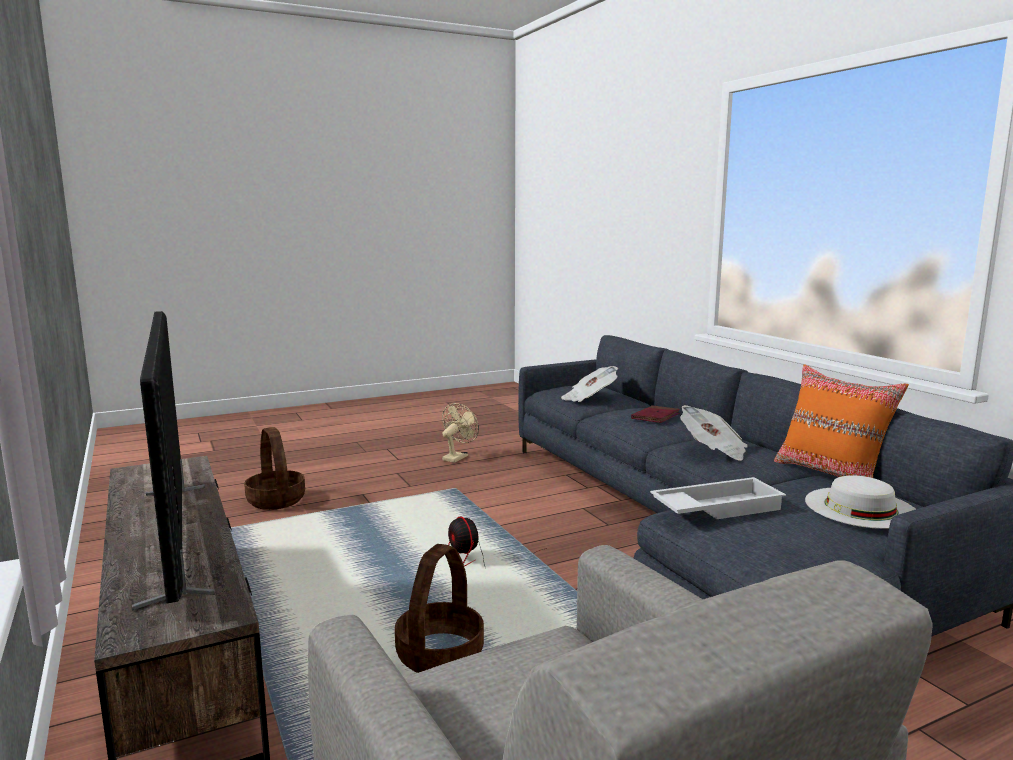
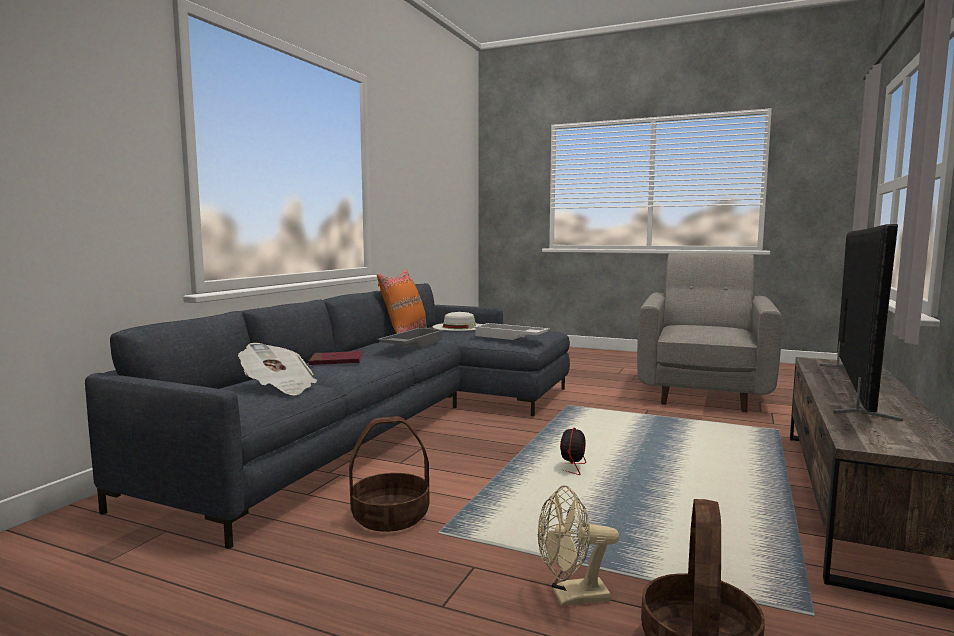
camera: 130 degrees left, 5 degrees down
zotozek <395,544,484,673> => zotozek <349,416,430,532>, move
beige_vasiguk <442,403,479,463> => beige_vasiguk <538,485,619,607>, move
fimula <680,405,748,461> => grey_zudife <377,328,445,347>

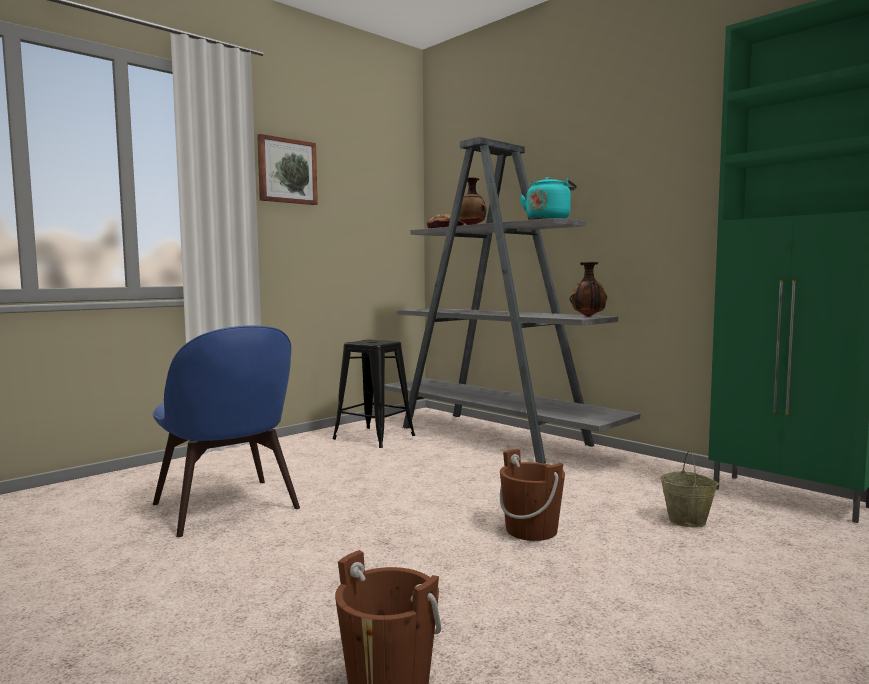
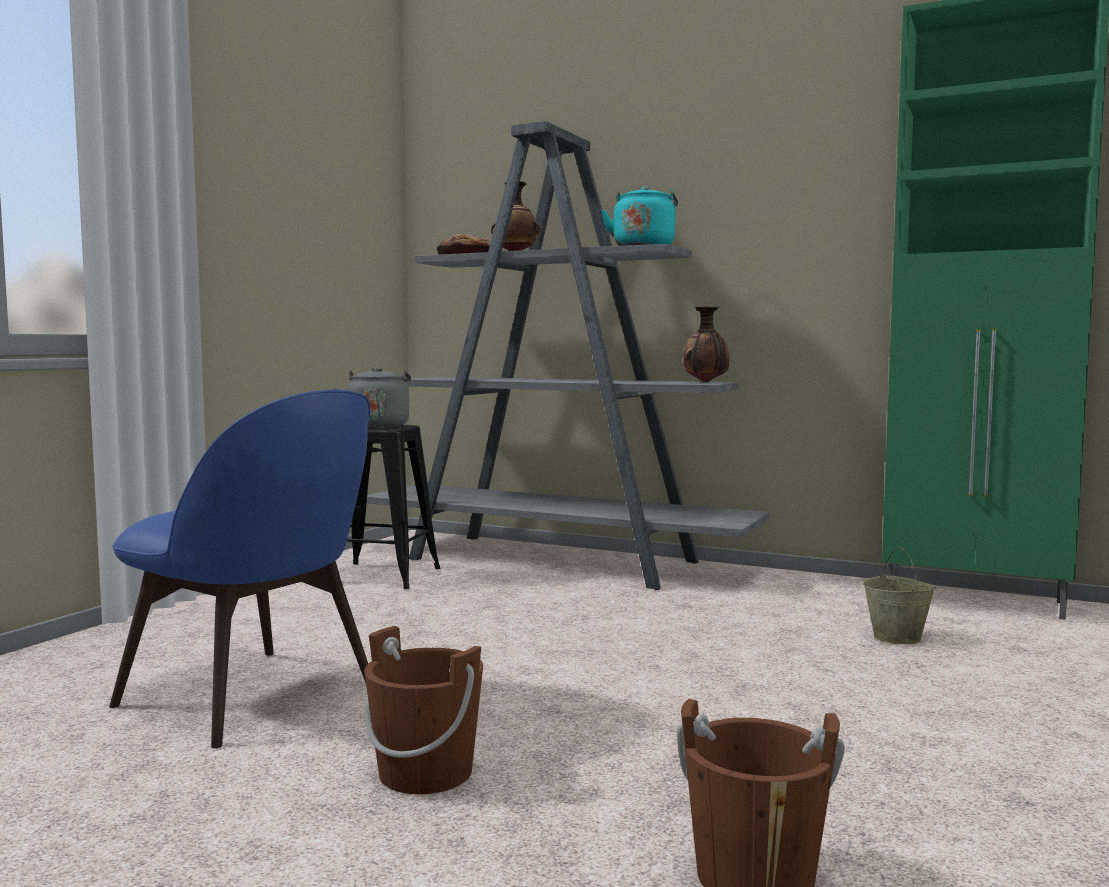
camera: 20 degrees left, 0 degrees up
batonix <257,134,318,205> => nothing
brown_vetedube <500,449,565,541> => brown_vetedube <364,626,483,794>, move
nothing => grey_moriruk <333,366,411,428>

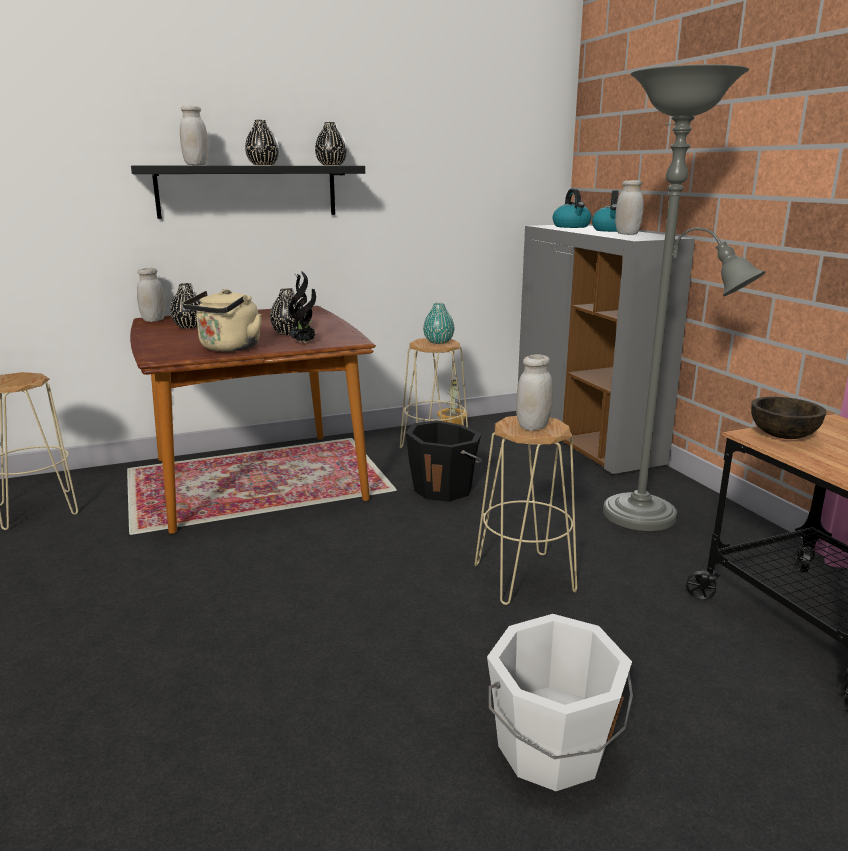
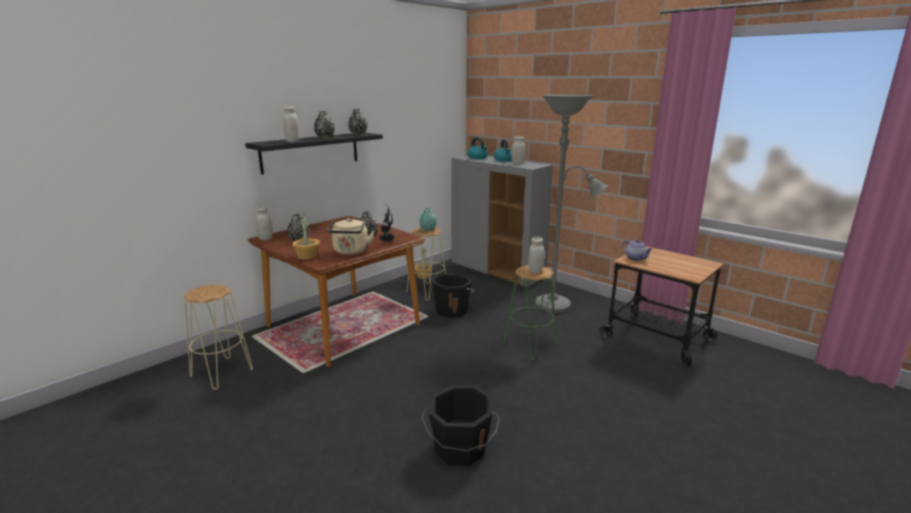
camera: 25 degrees left, 0 degrees up
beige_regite <474,416,577,605> => green_regite <503,265,557,360>
white_vetedube <487,614,633,791> => nothing
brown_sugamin <751,397,826,439> => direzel <622,240,652,261>
nothing => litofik <292,214,320,260>
nothing => black_vetedube <421,385,500,465>

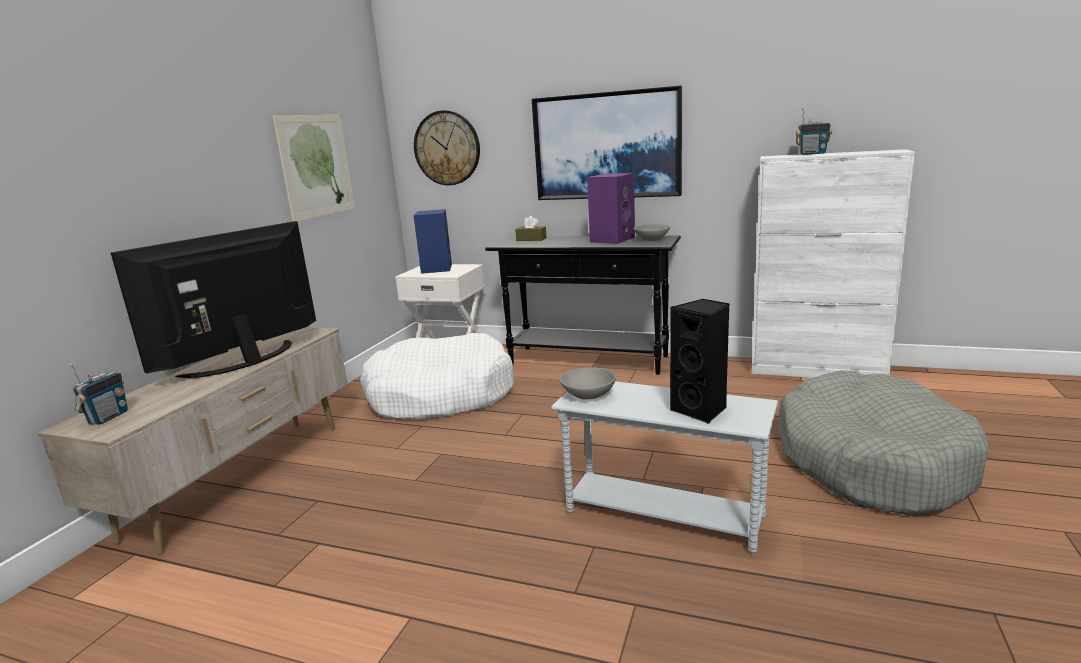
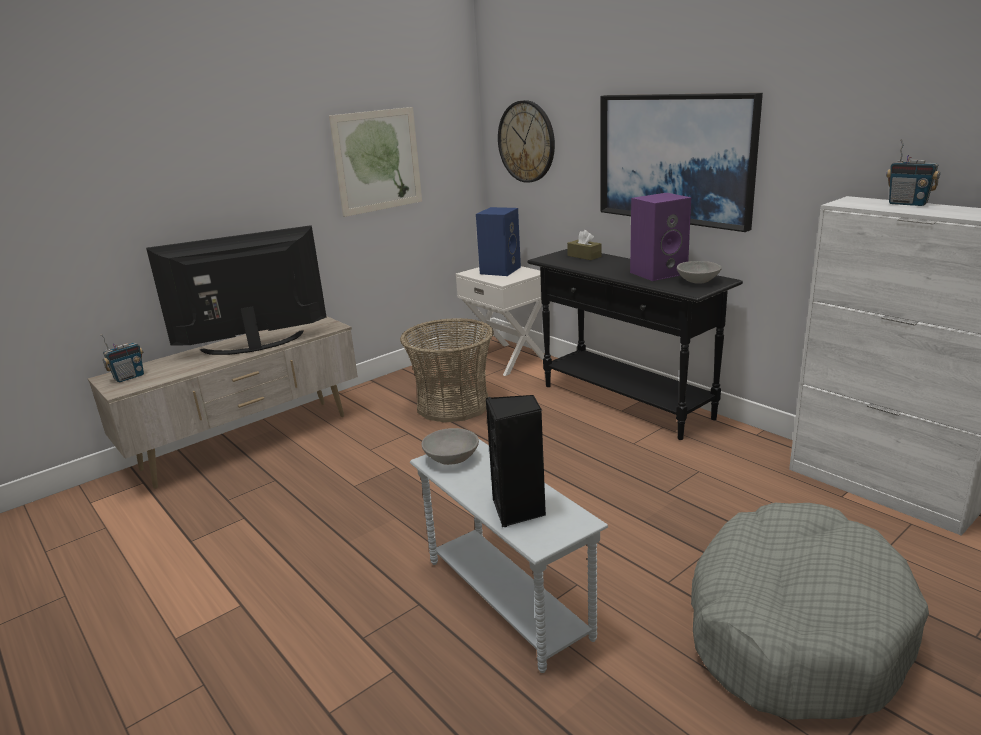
camera: 30 degrees right, 5 degrees up
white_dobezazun <360,333,514,420> => zotozek <400,318,494,423>

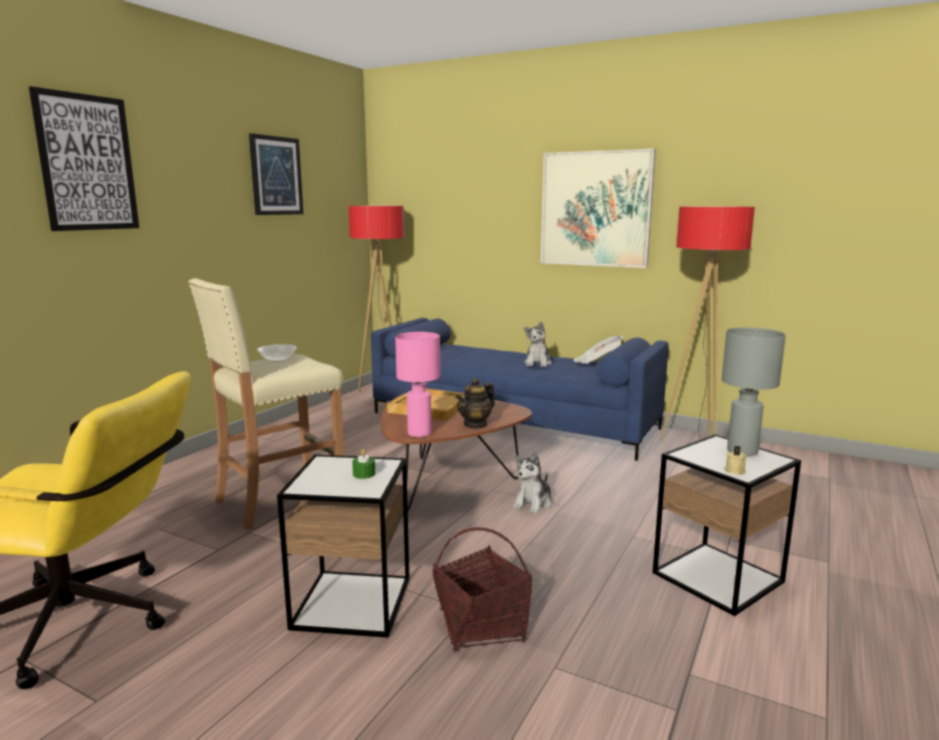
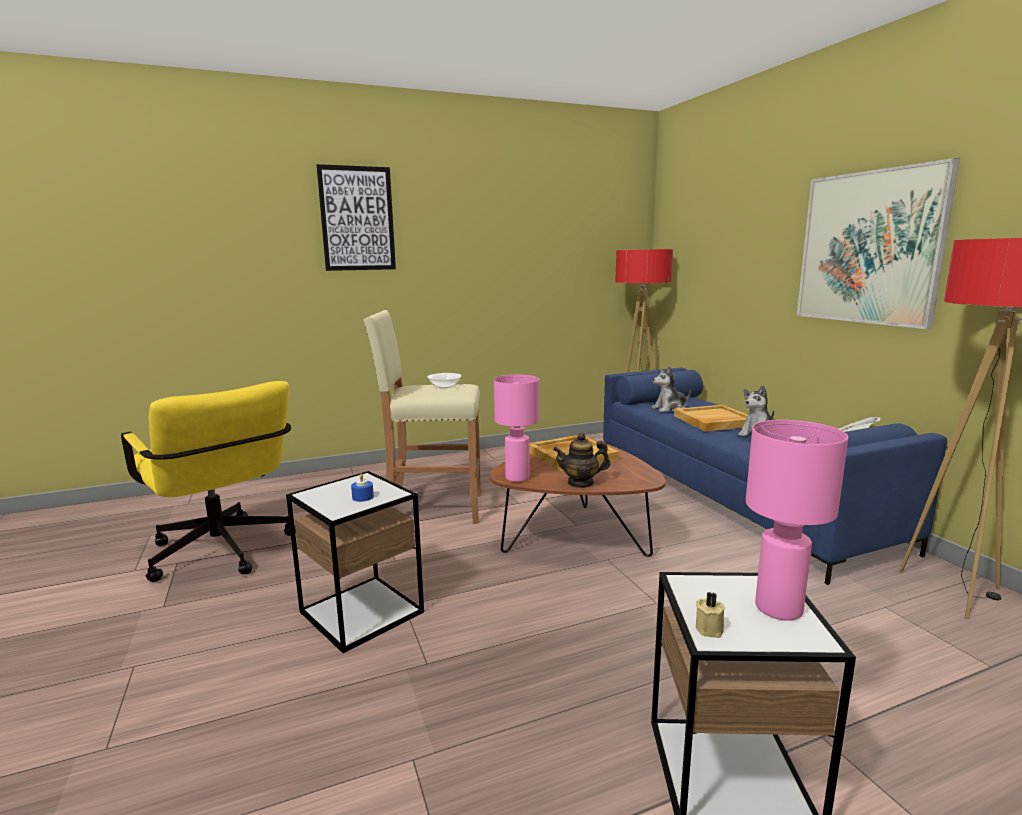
camera: 40 degrees right, 0 degrees up
batonix <249,133,303,215> => nothing
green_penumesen <352,449,375,479> => blue_penumesen <351,474,374,502>
zotozek <432,527,532,651> => nothing
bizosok <513,452,552,514> => bizosok <651,366,691,412>, move
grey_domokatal <722,327,786,456> => pink_domokatal <746,420,848,621>
nothing => beige_zudife <674,405,748,431>

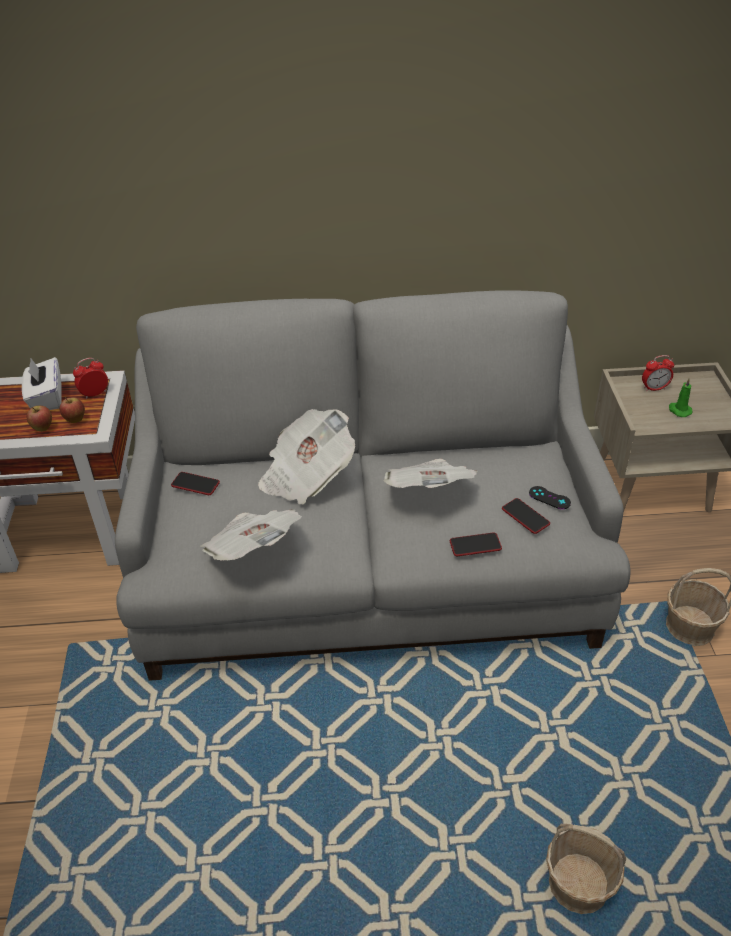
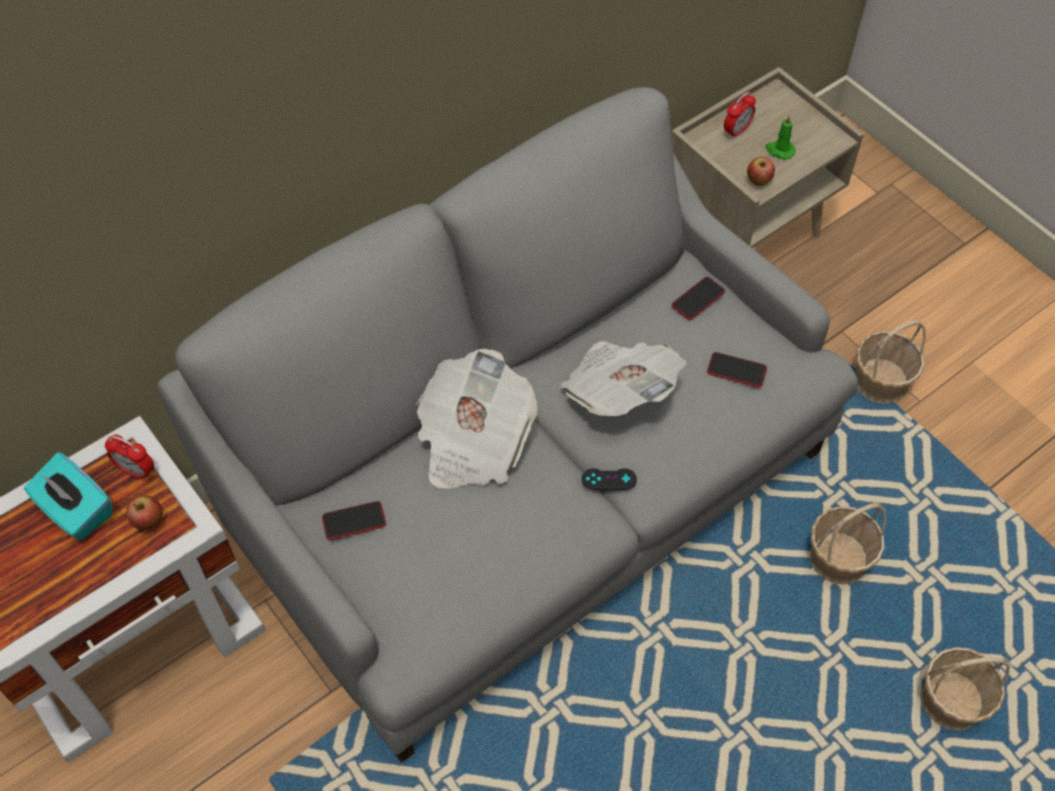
camera: 35 degrees left, 15 degrees up
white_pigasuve <22,357,62,410> => turquoise_pigasuve <24,452,112,541>
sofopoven <26,406,52,432> => sofopoven <747,157,775,186>, move
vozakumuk <73,358,108,399> => vozakumuk <105,435,154,480>, 90 degrees counterclockwise
fimula <200,509,302,561> => nothing
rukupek <450,532,502,556> => rukupek <671,277,725,320>, move
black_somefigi <529,486,571,509> => black_somefigi <582,468,637,490>, move
nothing => zotozek <810,503,887,585>

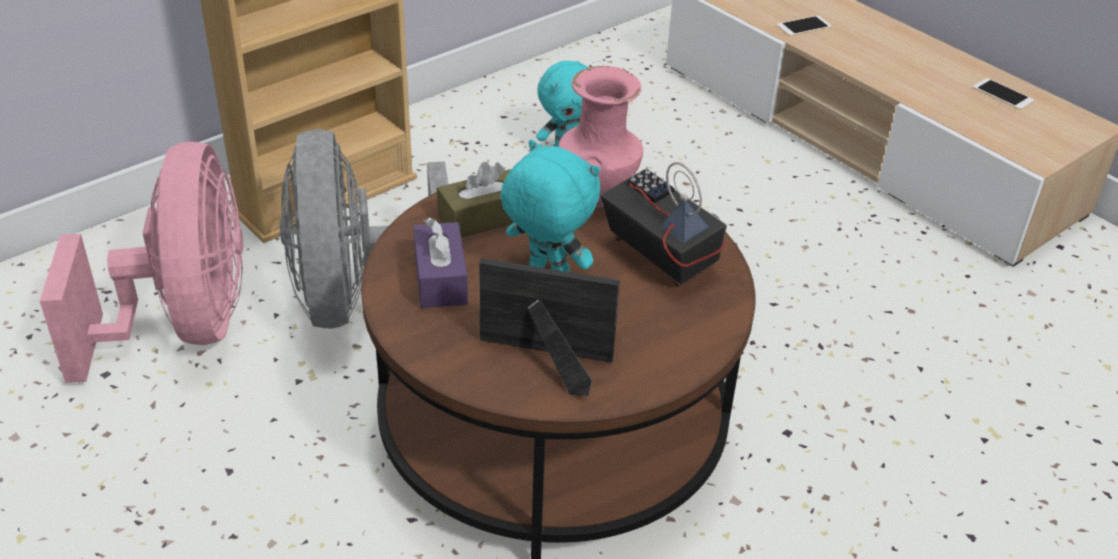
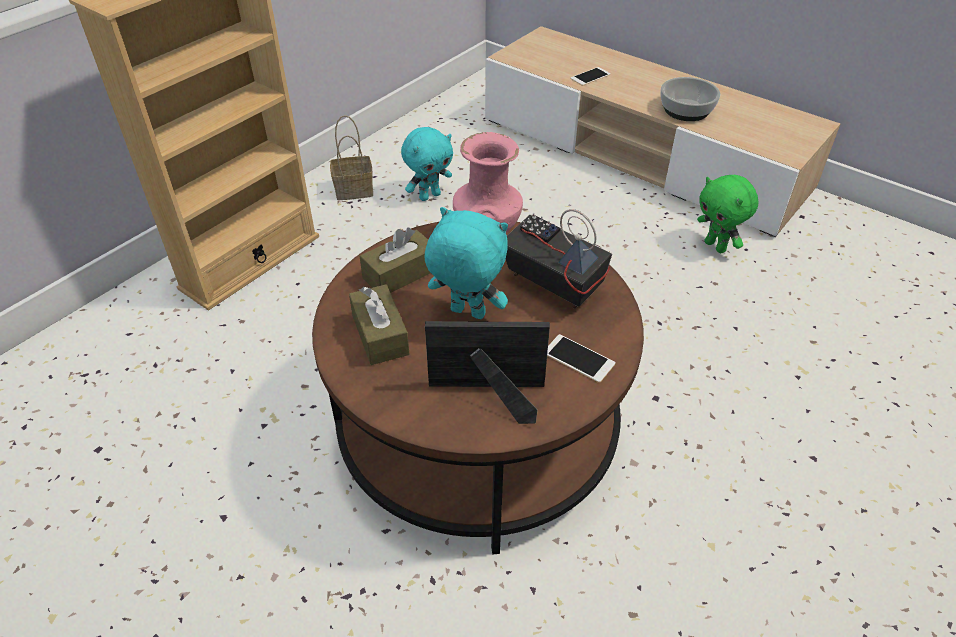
camera: 10 degrees left, 5 degrees up
pink_vasiguk <40,142,243,383> => nothing
grey_vasiguk <280,129,448,329> => nothing
purple_pigasuve <413,218,468,308> => brown_pigasuve <349,285,409,365>
rukupek <973,78,1034,110> => rukupek <547,334,615,383>, move
nothing => zotozek <330,115,373,200>
nothing => sugamin <660,77,720,121>
nothing => green_bizosok <697,175,759,253>

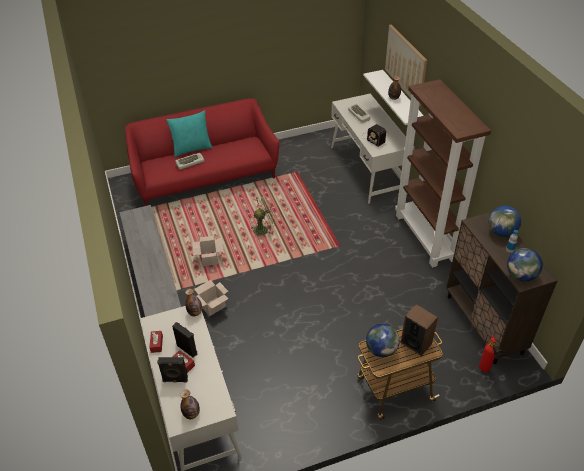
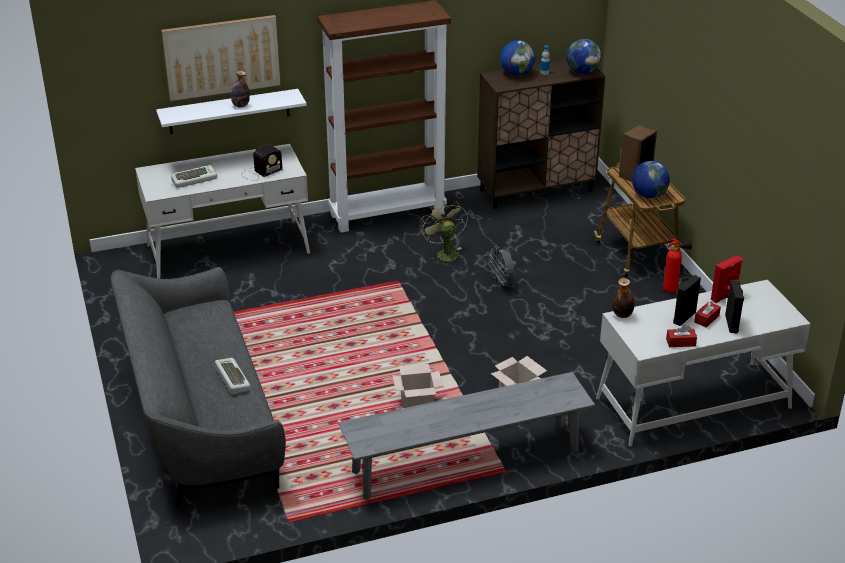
camera: 90 degrees left, 10 degrees down
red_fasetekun <125,98,280,206> => grey_fasetekun <111,267,286,507>
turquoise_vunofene <166,110,213,157> => nothing
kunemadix <180,390,200,419> => nothing
green_vasiguk <250,195,277,236> => green_vasiguk <420,201,468,266>, move
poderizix <479,335,503,372> => poderizix <663,239,692,293>, move
nothing => grey_vasiguk <489,246,516,288>
nothing => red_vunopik <711,256,743,303>

